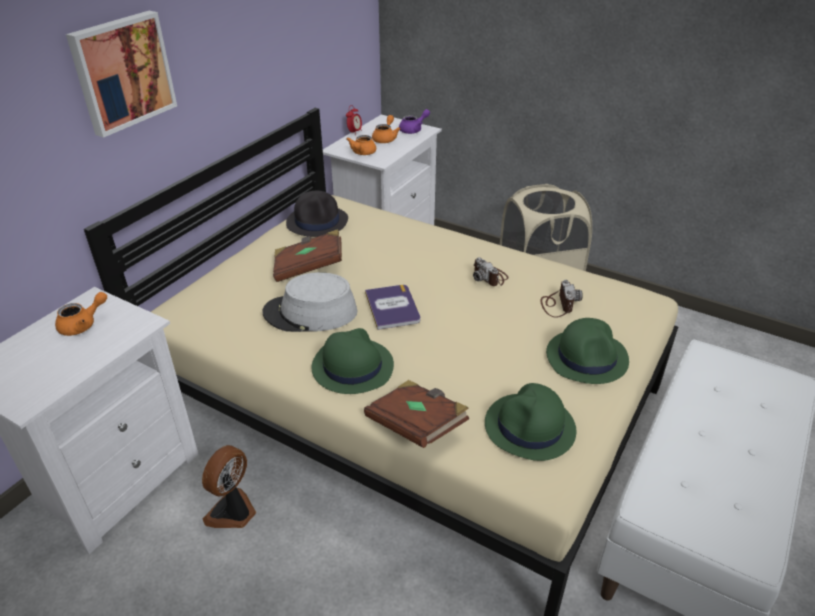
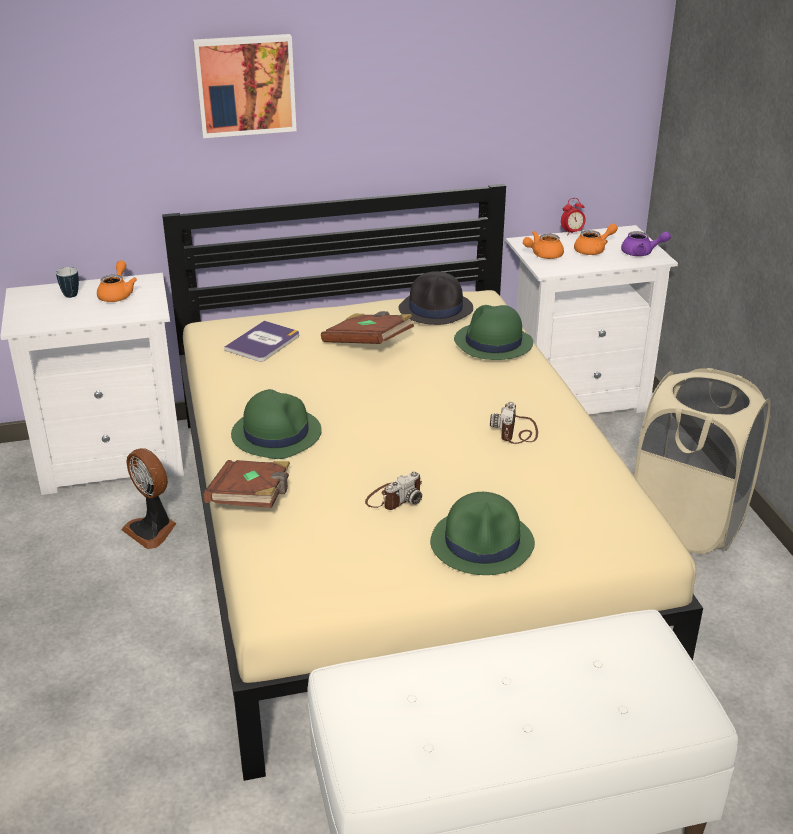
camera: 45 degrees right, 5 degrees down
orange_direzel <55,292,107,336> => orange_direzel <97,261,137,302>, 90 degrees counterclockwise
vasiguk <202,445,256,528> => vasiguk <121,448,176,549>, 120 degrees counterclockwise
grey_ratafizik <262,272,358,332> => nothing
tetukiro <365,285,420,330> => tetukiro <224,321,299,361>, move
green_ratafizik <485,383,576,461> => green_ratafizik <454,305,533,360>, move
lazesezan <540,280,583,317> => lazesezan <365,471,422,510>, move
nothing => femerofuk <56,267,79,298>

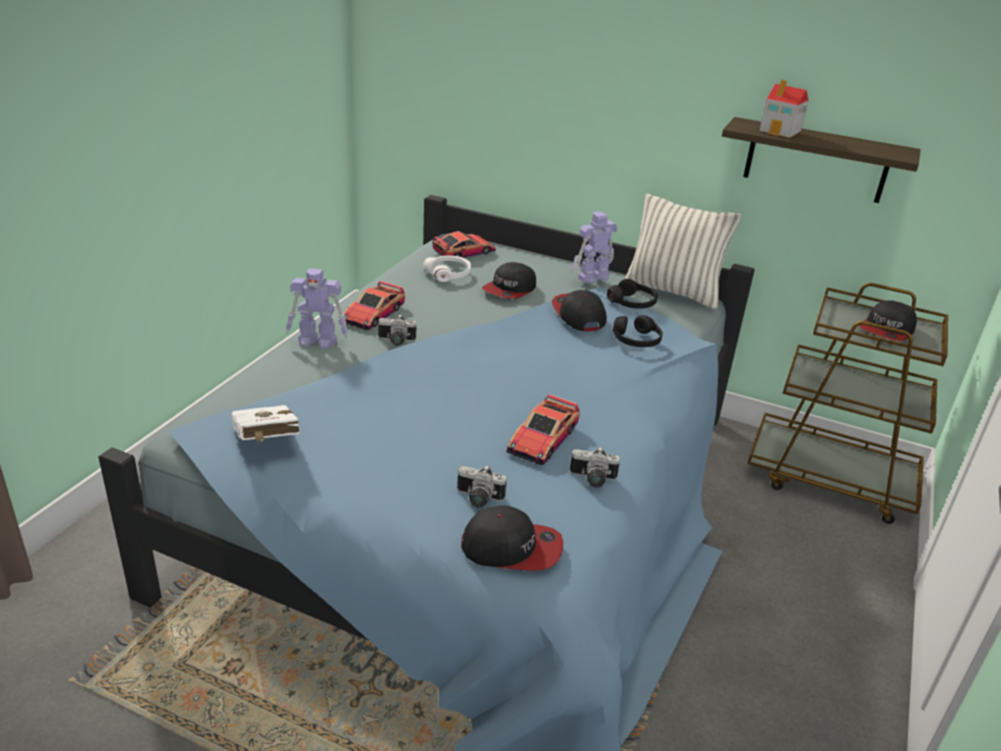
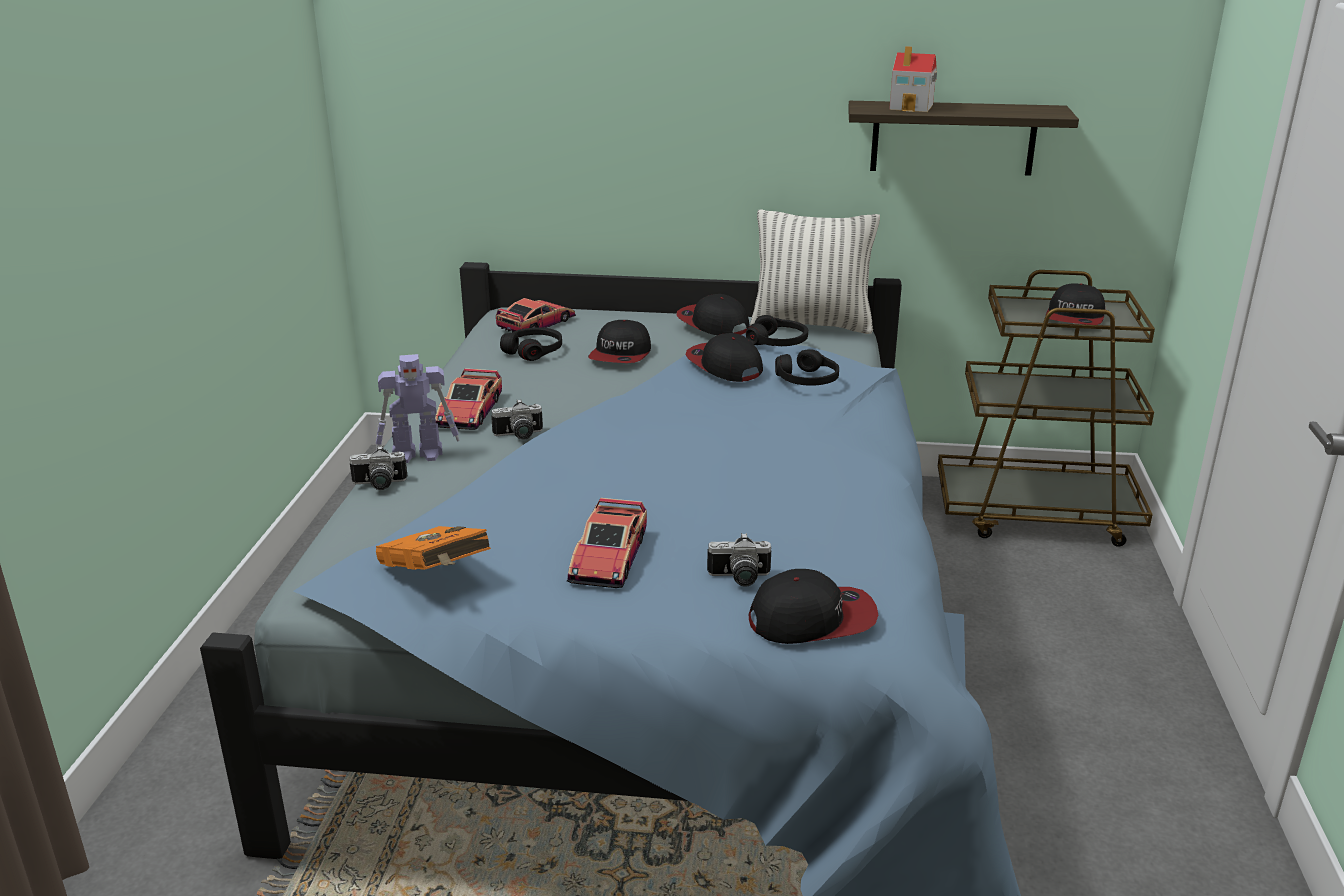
camera: 15 degrees left, 5 degrees down
white_tetukiro <231,405,299,442> => orange_tetukiro <376,526,491,570>
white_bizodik <423,255,471,282> => black_bizodik <500,327,562,361>
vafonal <506,394,580,465> => vafonal <567,498,647,588>, move
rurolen <570,211,617,283> => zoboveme <677,294,749,336>
lazesezan <570,447,620,488> => lazesezan <350,445,408,490>, move

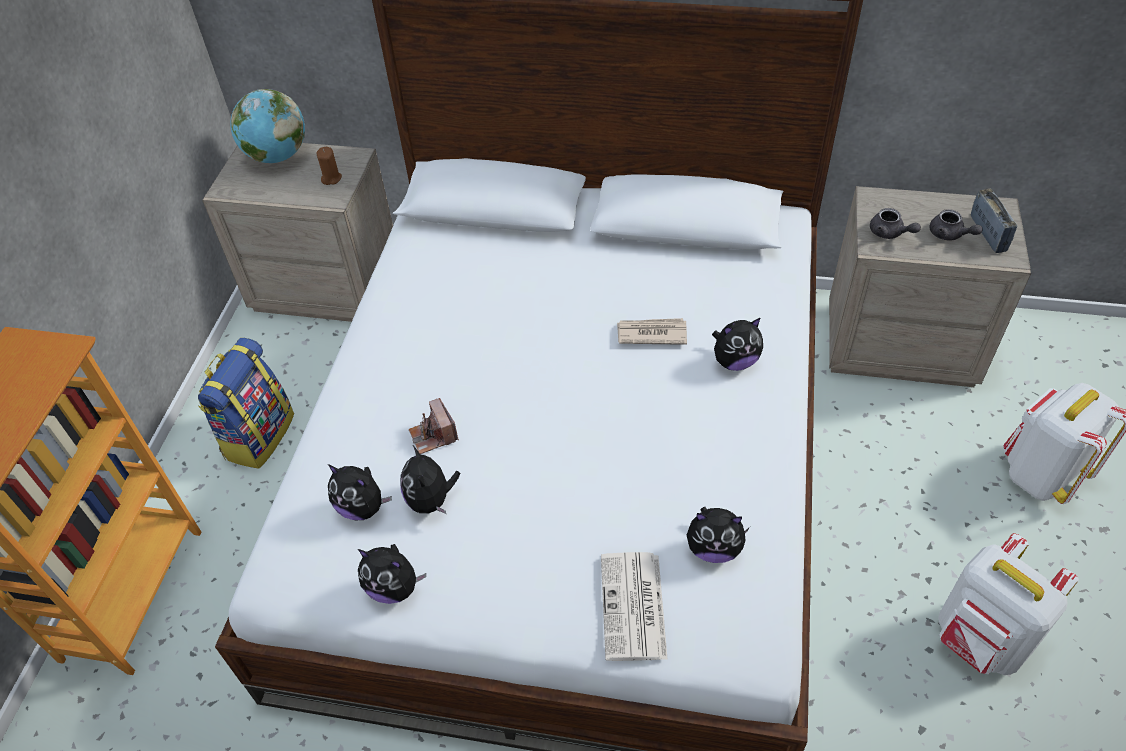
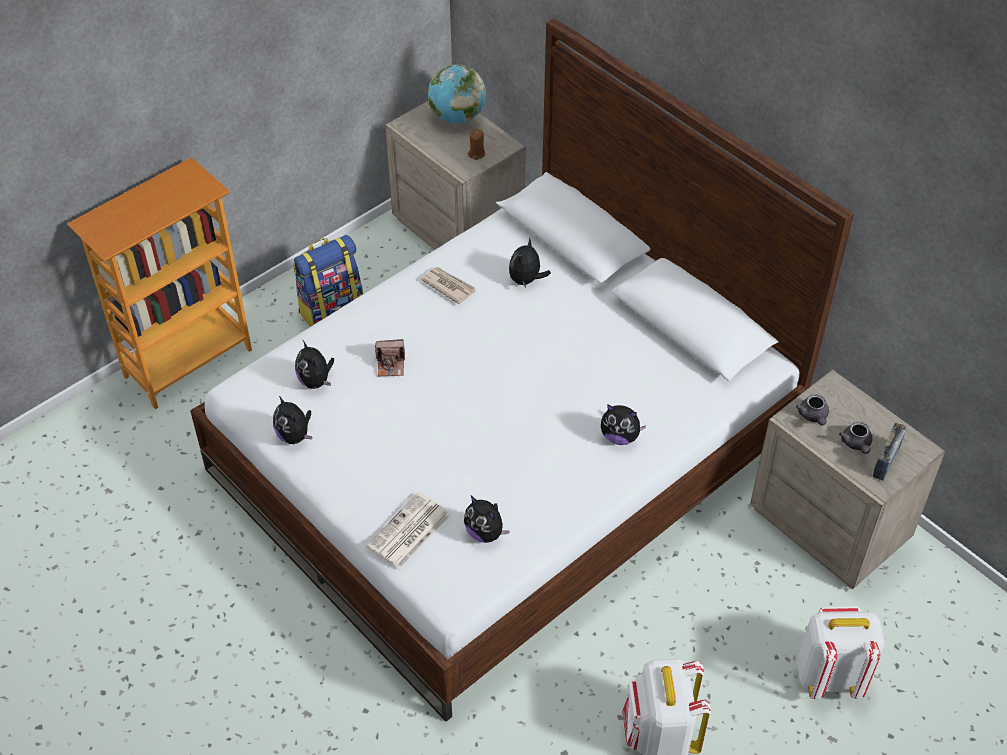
camera: 35 degrees right, 0 degrees up
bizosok <400,446,460,514> => bizosok <509,238,551,288>, move
lazesezan <409,398,459,454> => lazesezan <375,339,405,376>, 105 degrees counterclockwise
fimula <617,318,687,345> => fimula <421,267,476,304>, move

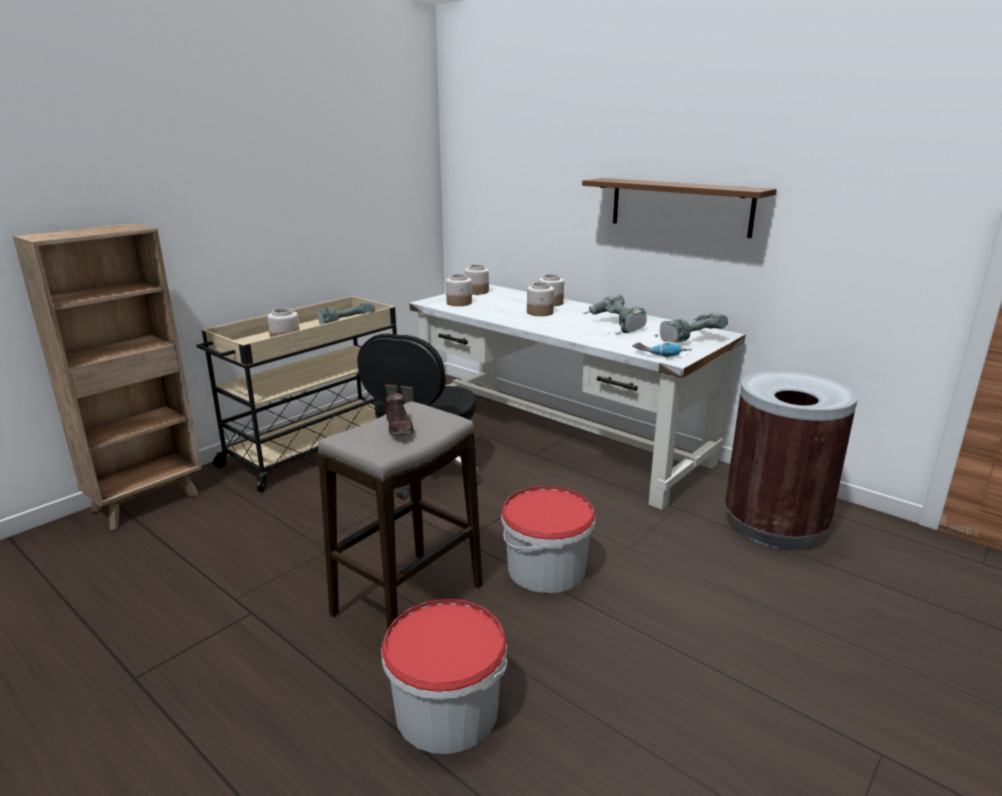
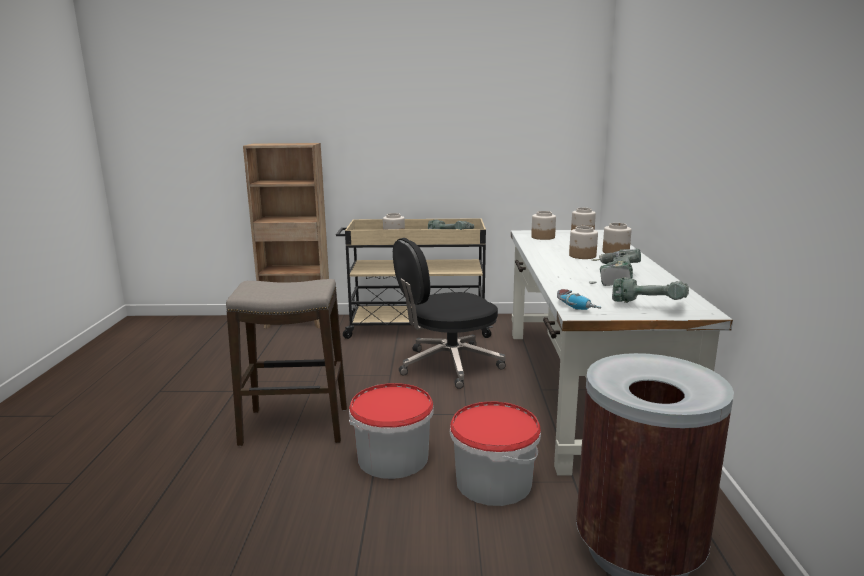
camera: 50 degrees right, 5 degrees down
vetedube <381,599,507,754> => vetedube <450,401,541,506>, move
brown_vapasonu <386,393,414,436> => nothing
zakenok <582,178,777,238> => nothing

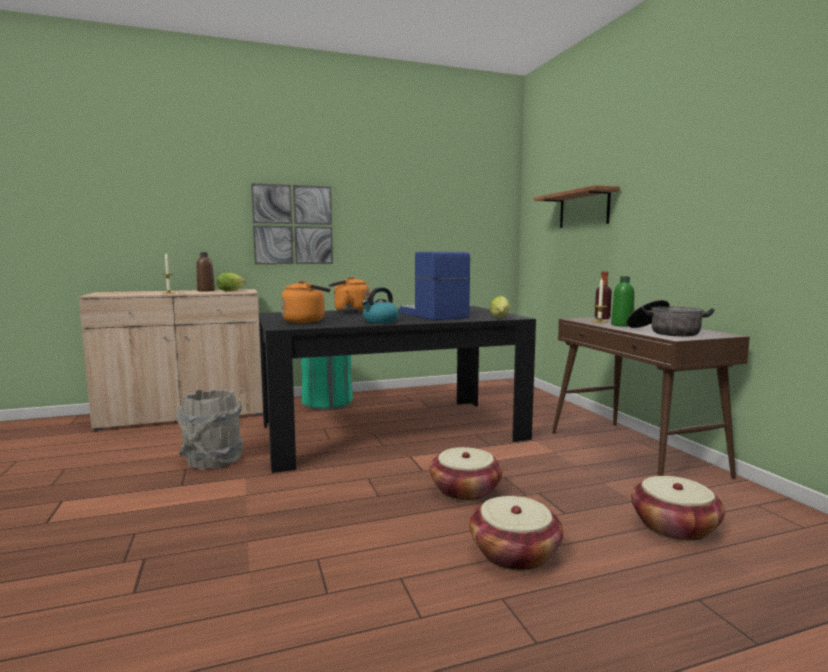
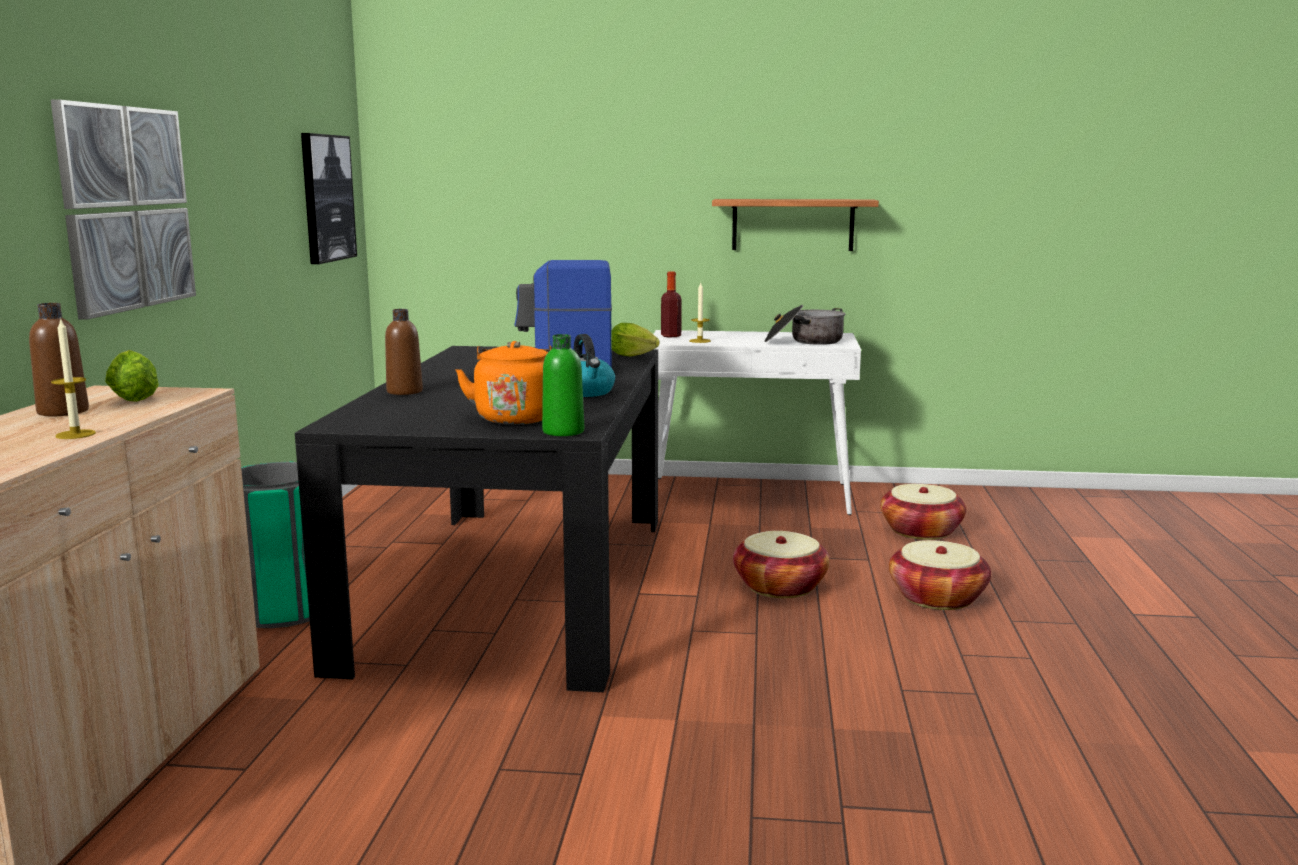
camera: 65 degrees left, 5 degrees up
grey_vetedube <175,389,244,469> => nothing
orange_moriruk <329,276,370,312> => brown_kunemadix <385,309,423,395>
zakenok <533,185,620,228> => zakenok <712,199,879,251>, move
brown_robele <552,316,750,479> => white_robele <653,330,861,515>
green_kunemadix <611,276,635,327> => green_kunemadix <542,334,584,436>, move
nothing => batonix <301,133,357,264>

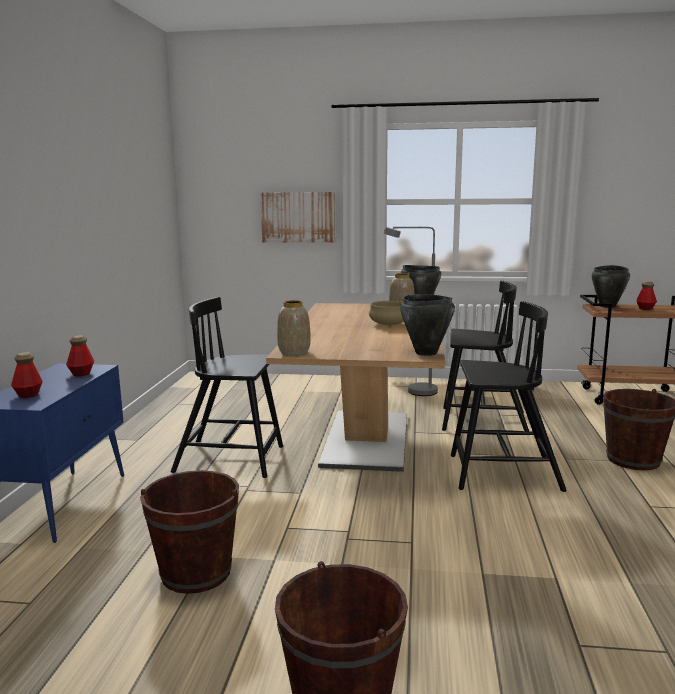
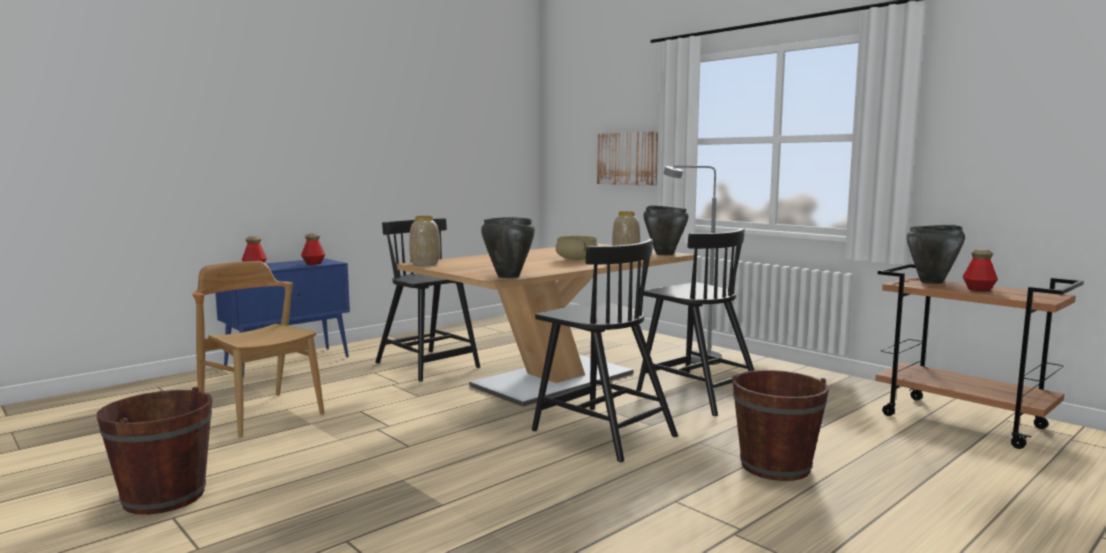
camera: 40 degrees right, 5 degrees down
brown_vetedube <140,470,239,594> => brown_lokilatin <193,261,324,438>

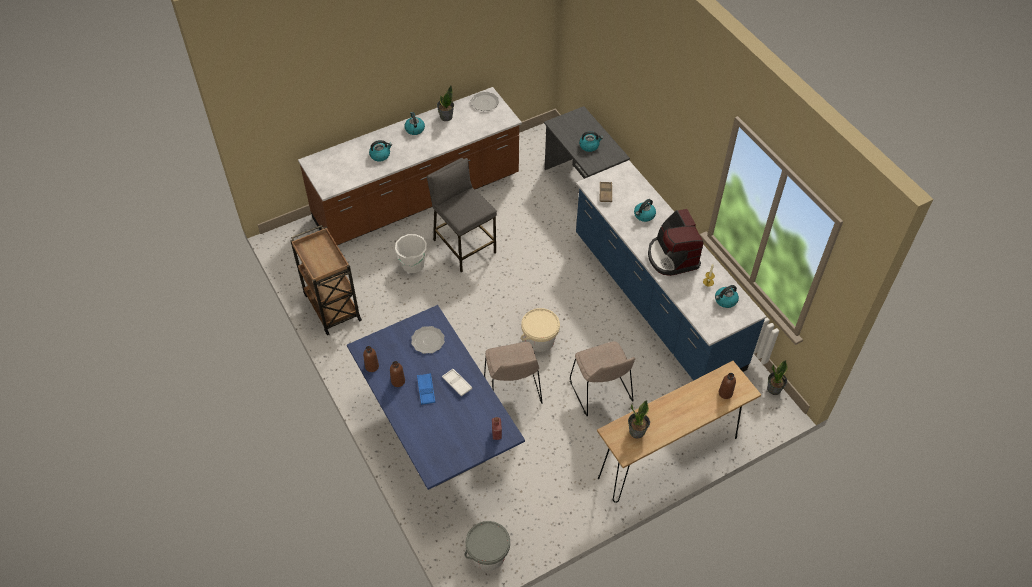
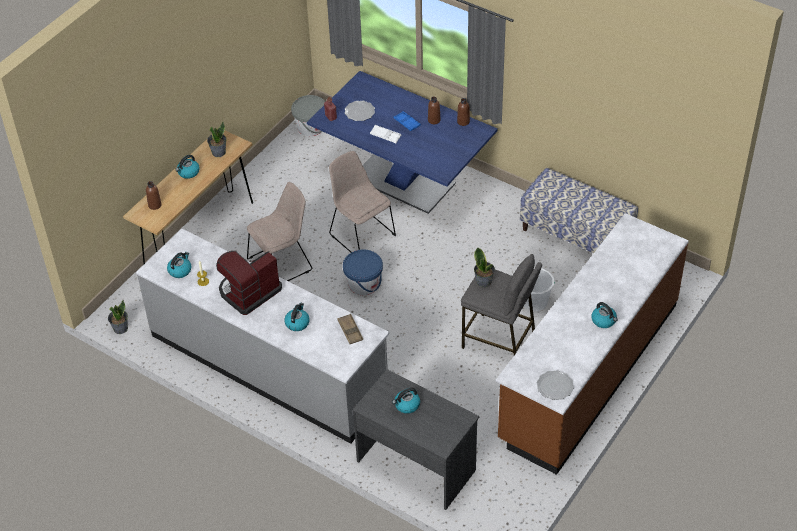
camera: 155 degrees right, 5 degrees down
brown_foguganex <290,225,362,335> => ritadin <520,168,638,253>
moriruk <369,140,392,161> => moriruk <175,155,200,179>, move
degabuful <411,326,445,354> => degabuful <345,101,375,121>, move
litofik <437,86,454,121> => litofik <474,247,495,288>, move
beige_vetedube <521,308,560,352> => blue_vetedube <343,249,383,295>
beige_lokilatin <570,341,635,416> => beige_lokilatin <247,182,312,281>, 105 degrees clockwise
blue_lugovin <576,160,767,380> => grey_lugovin <136,229,389,444>
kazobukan <648,209,704,276> => kazobukan <216,251,282,315>, 90 degrees counterclockwise

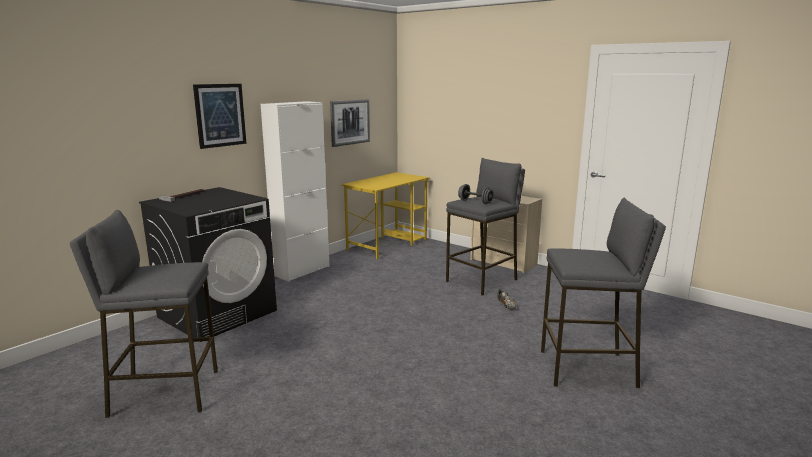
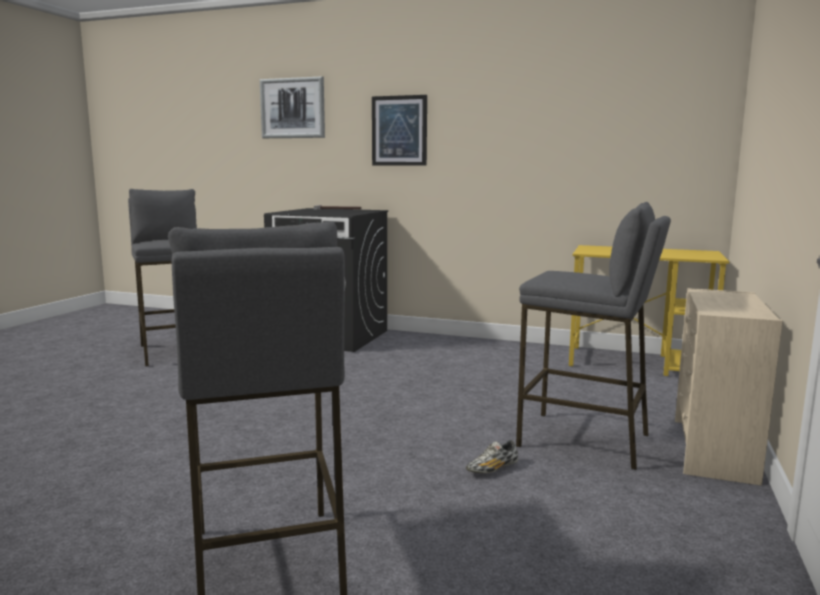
camera: 70 degrees right, 5 degrees down
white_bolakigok <261,101,330,282> => nothing
batonix <330,99,370,147> => batonix <260,76,325,138>, move
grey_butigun <458,184,494,204> => nothing

